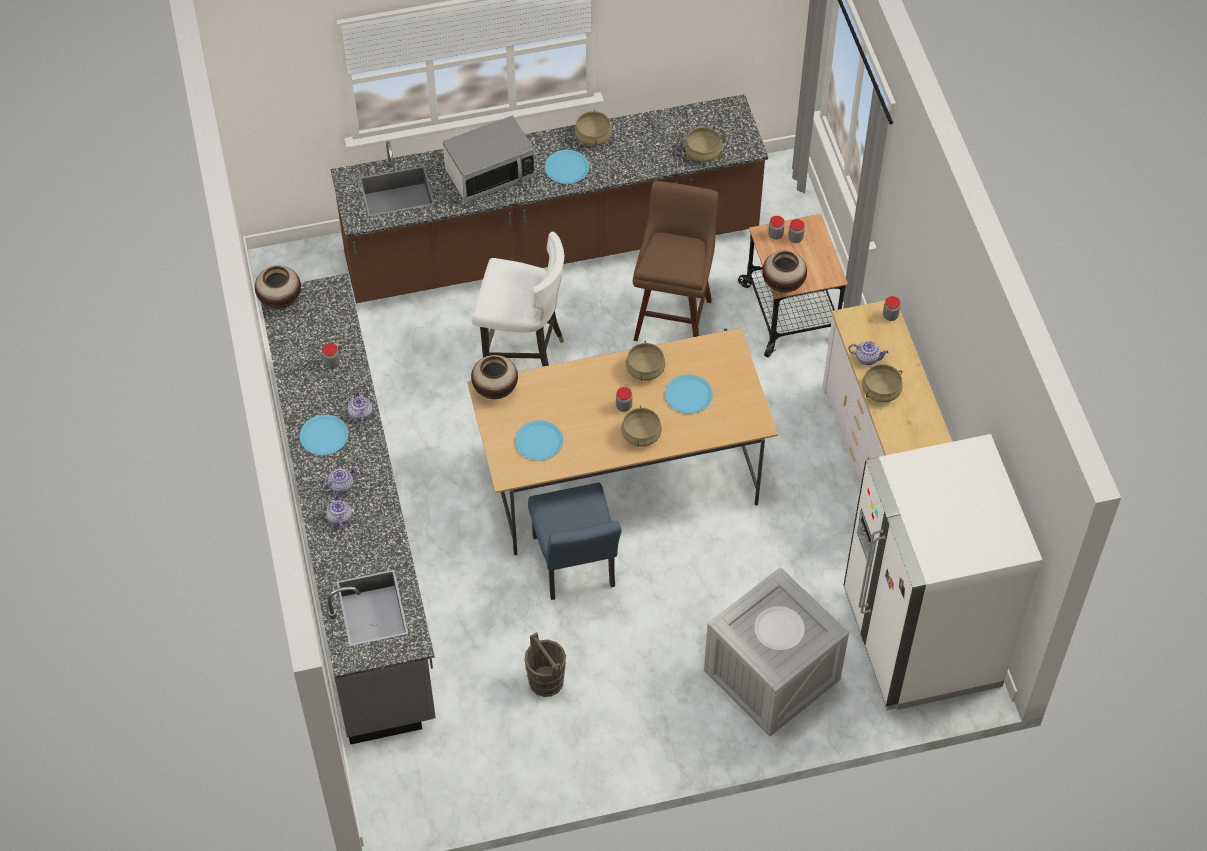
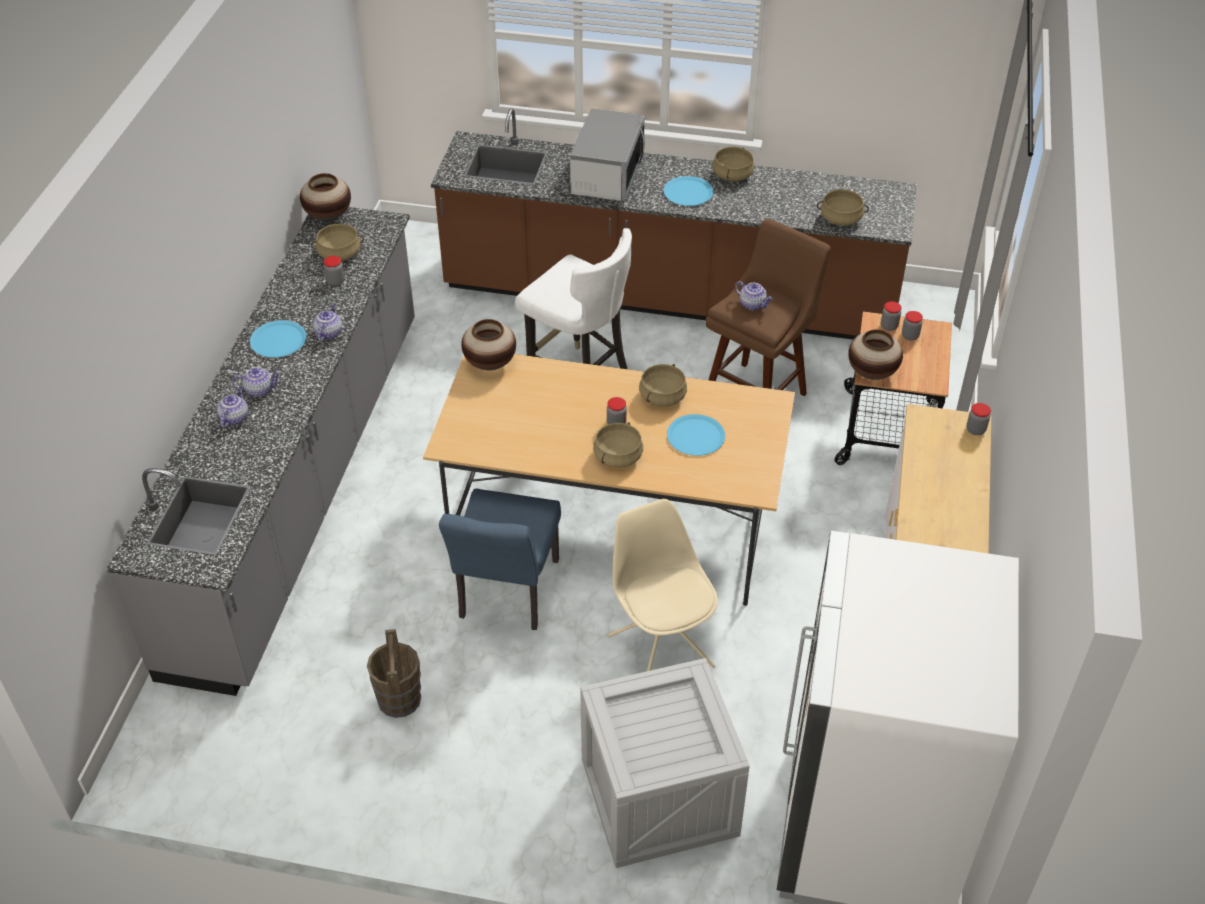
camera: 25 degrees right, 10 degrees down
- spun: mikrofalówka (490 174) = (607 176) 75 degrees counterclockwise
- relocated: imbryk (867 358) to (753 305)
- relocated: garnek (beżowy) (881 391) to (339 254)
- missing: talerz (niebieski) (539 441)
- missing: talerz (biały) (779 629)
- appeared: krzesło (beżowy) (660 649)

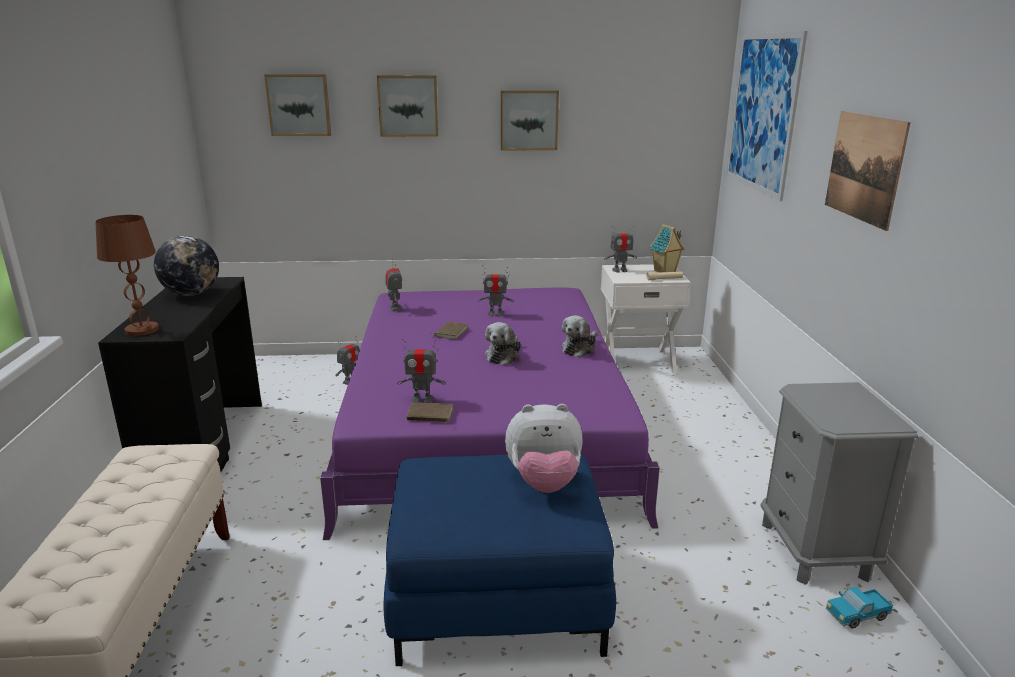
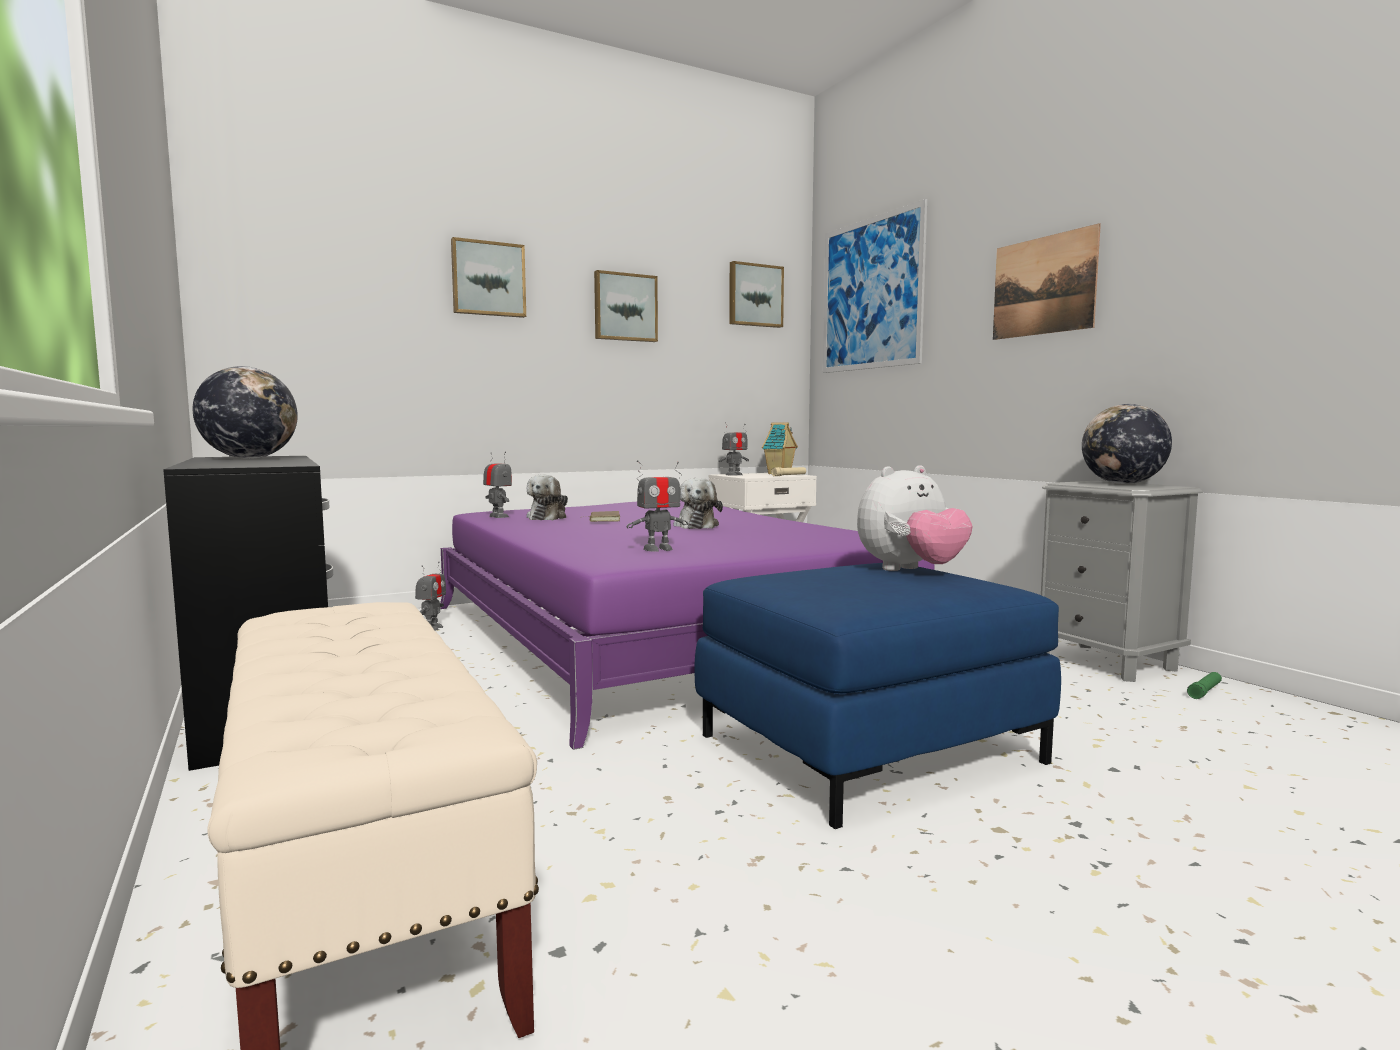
camera: 25 degrees left, 15 degrees down
- relocated: obraz (299 105) to (754 295)
- missing: lampa stołowa (brązowy) (142 330)
- missing: robot zabawkowy (495 314)
- relocated: pluszak (580 348) to (548 517)
- missing: książka (brązowy) (429 416)
- exchanged: ciężarówka zabawkowa (856 616) to latarka (zielony) (1205 691)
- appeared: globus (1123 484)

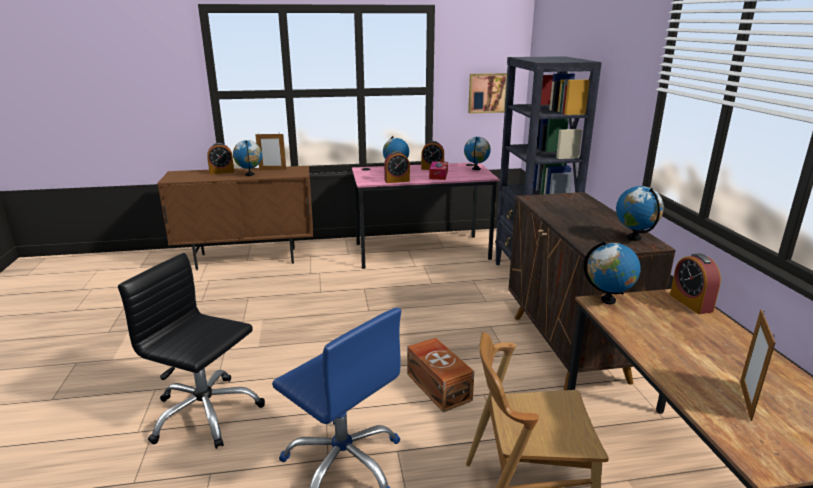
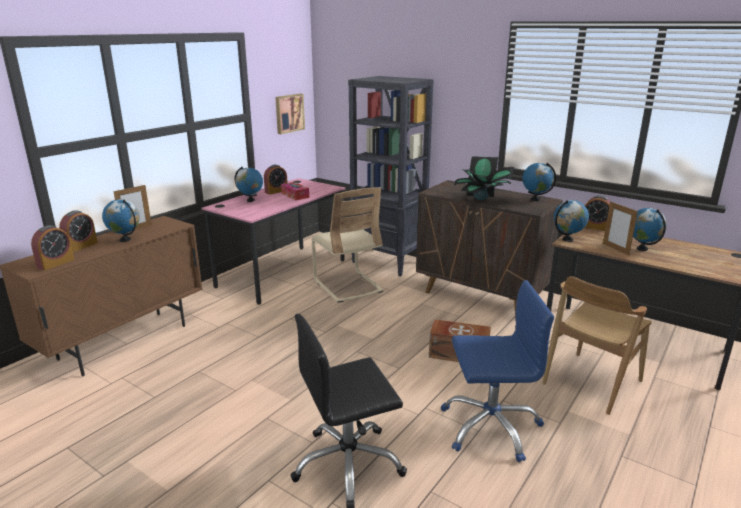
camera: 45 degrees left, 0 degrees up
- relocated: globus (476 169) to (642 249)
- relocated: budzik (397 181) to (55 263)
- relocated: ramka na zdjęcie (745 400) to (615 249)
- appeared: roślina doniczkowa (481 198)
- appeared: krzesło (beżowy) (347 285)

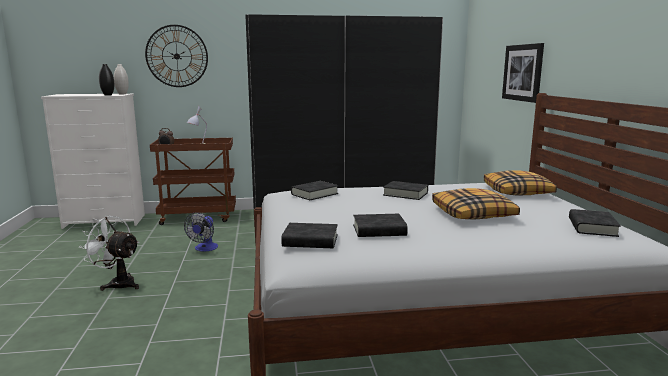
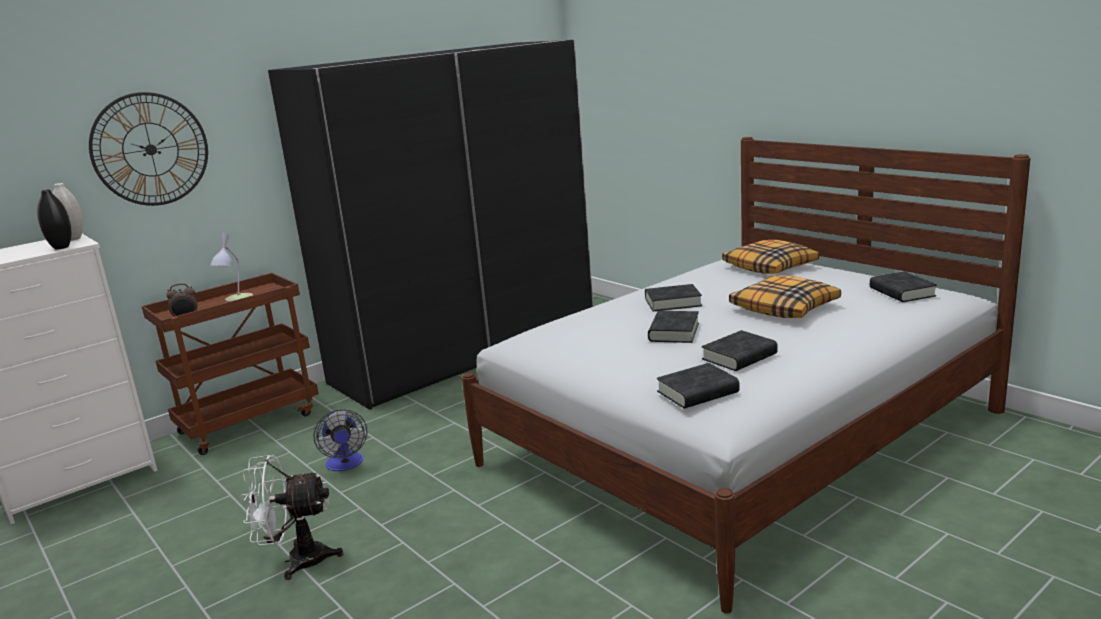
camera: 30 degrees left, 5 degrees up
- missing: obraz (523 72)
- relocated: książka (czarny) (314 194) to (674 332)

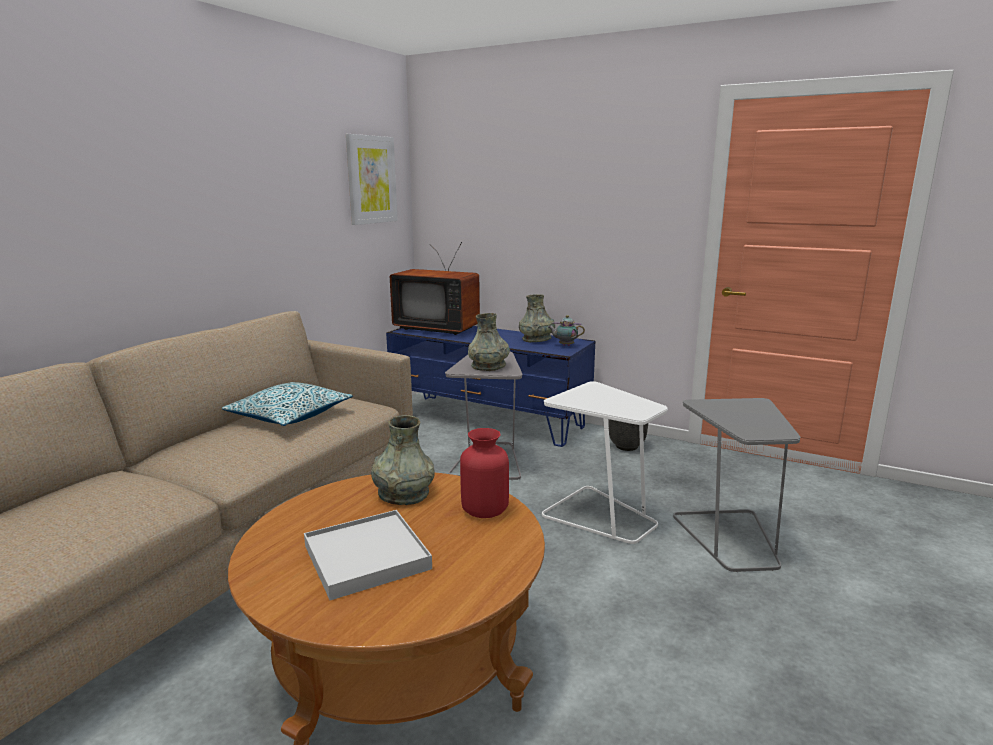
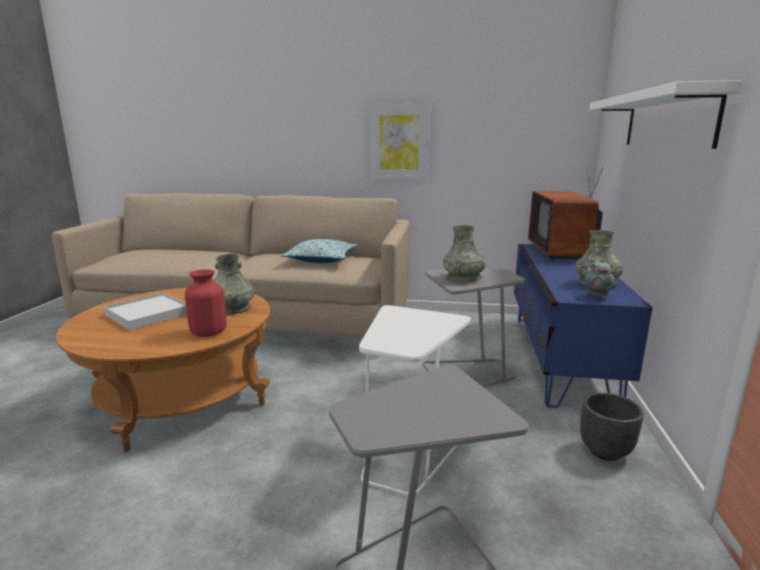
camera: 70 degrees right, 0 degrees up
- relocated: obraz (371 180) to (399 142)
- appeared: półka (biały) (667 120)

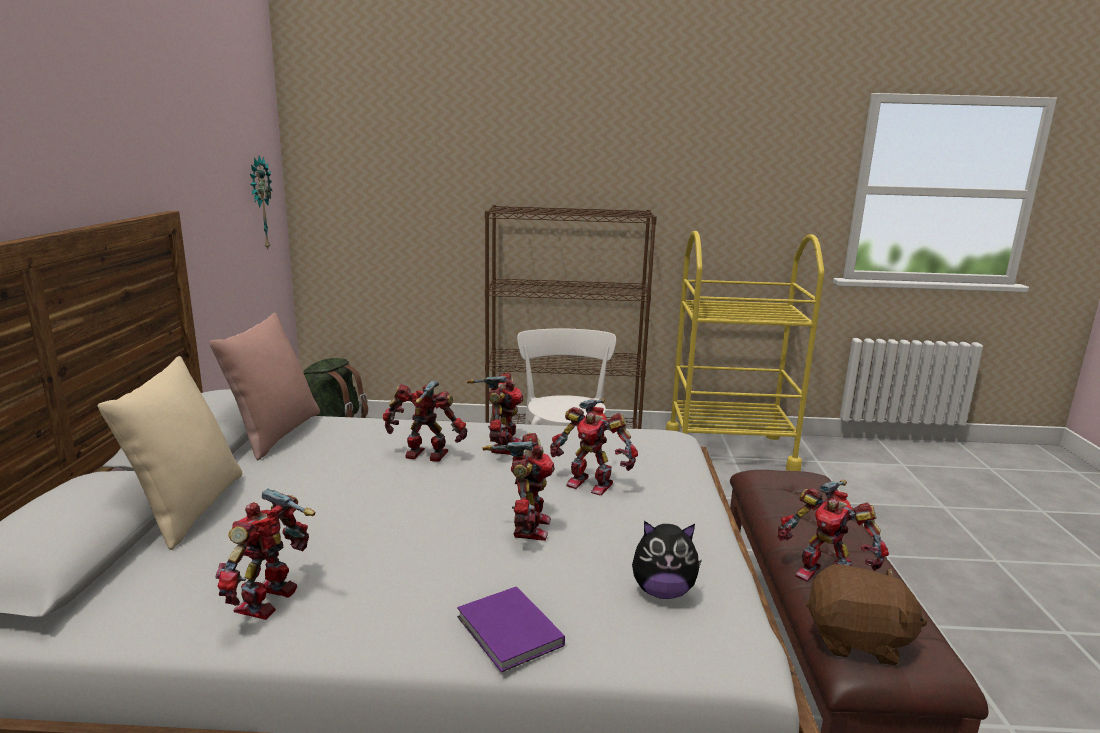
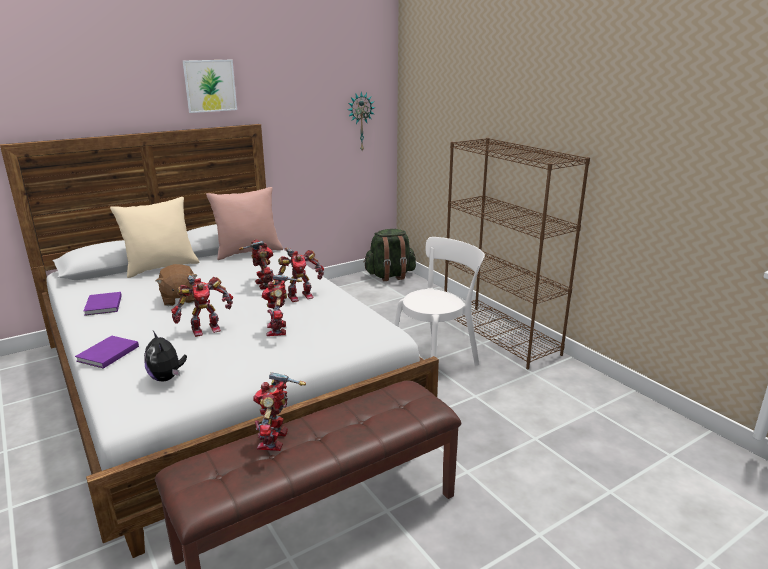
camera: 55 degrees right, 5 degrees up
- missing: wózek (żółty) (729 450)
- exchanged: robot zabawkowy (271 601) to książka (fioletowy) (102 306)
- relocated: pluszak (brązowy) (857 640) to (179 299)
- appeared: obraz (210 86)

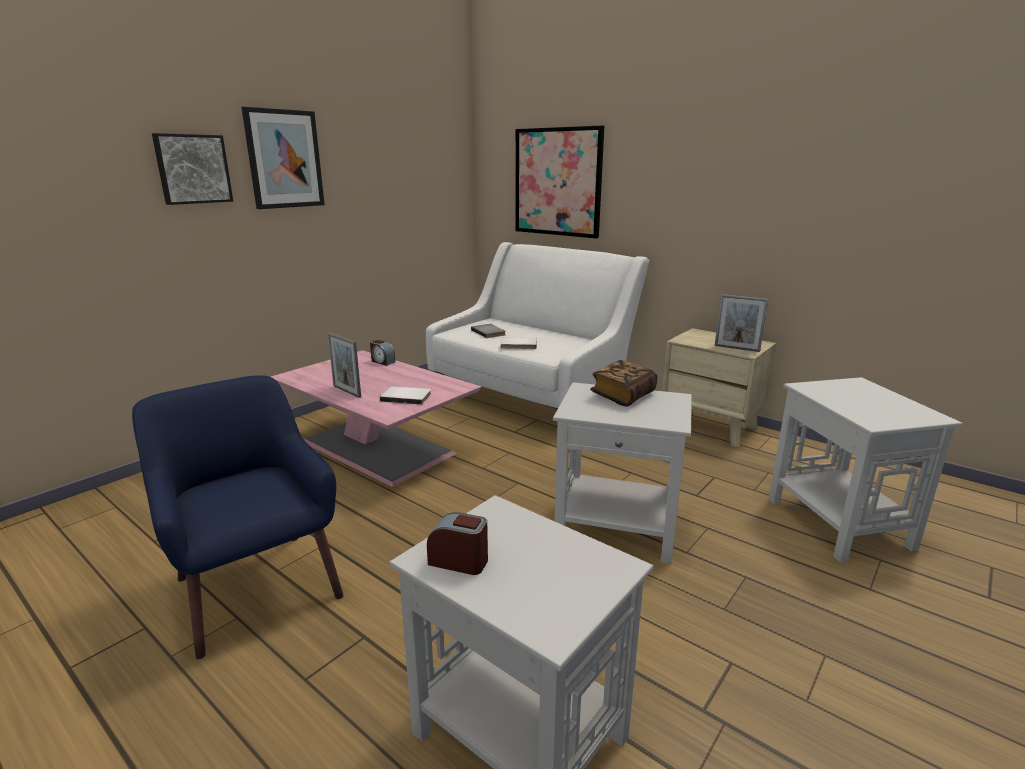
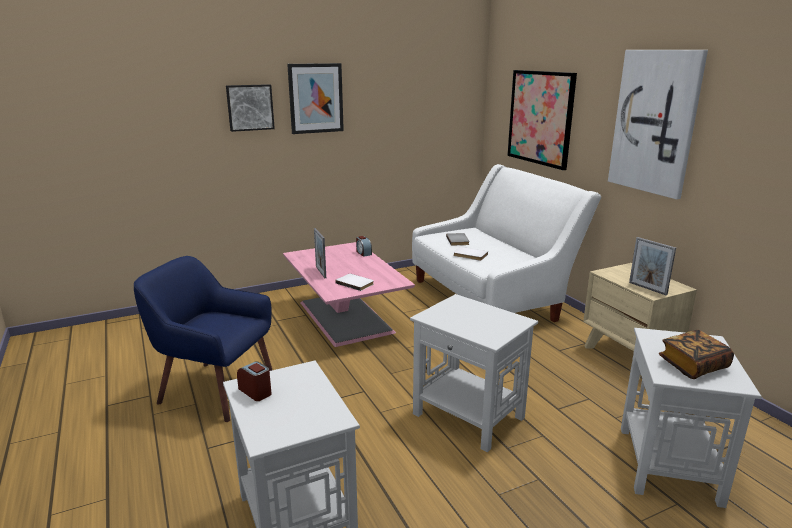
camera: 25 degrees right, 0 degrees up
- relocated: książka (623 395) to (693 365)
- spun: fotel (niebieski) (255 587) = (215 389) 60 degrees counterclockwise
- appeared: obraz (655 122)

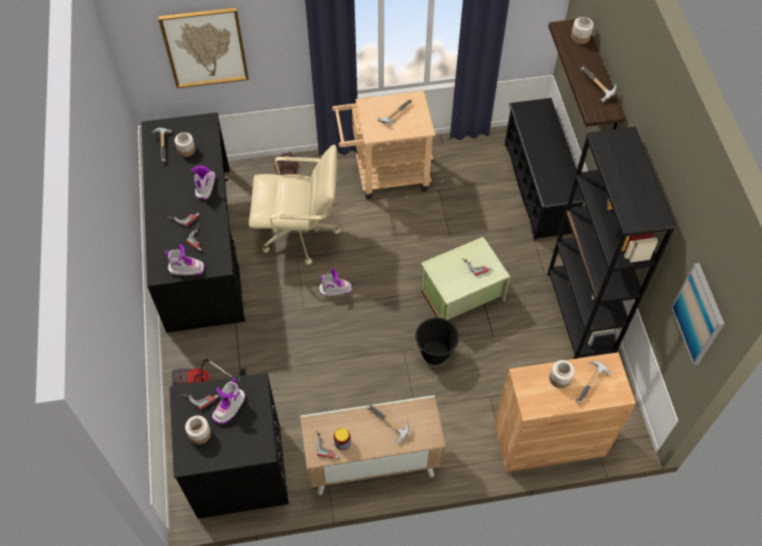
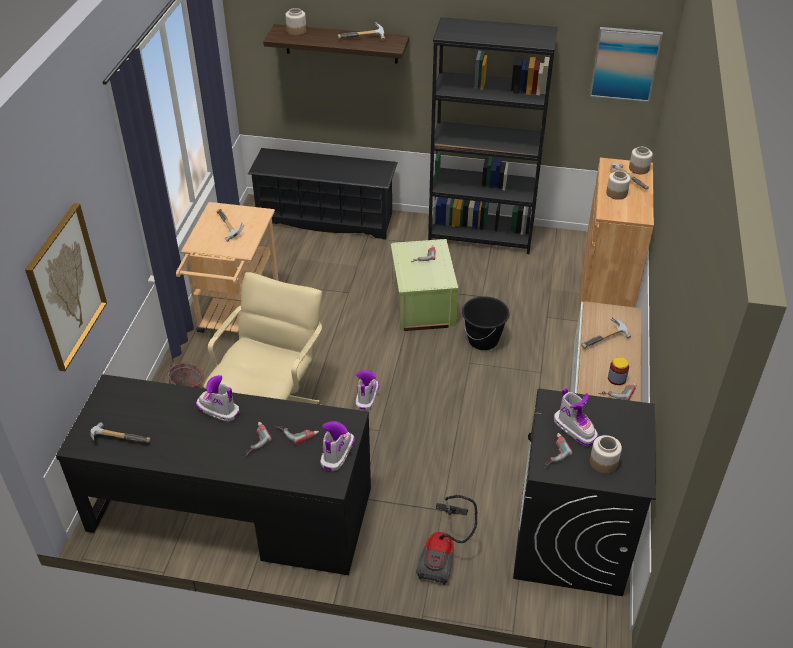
camera: 70 degrees left, 15 degrees down
- relocated: słoik (186 150) to (639 168)

